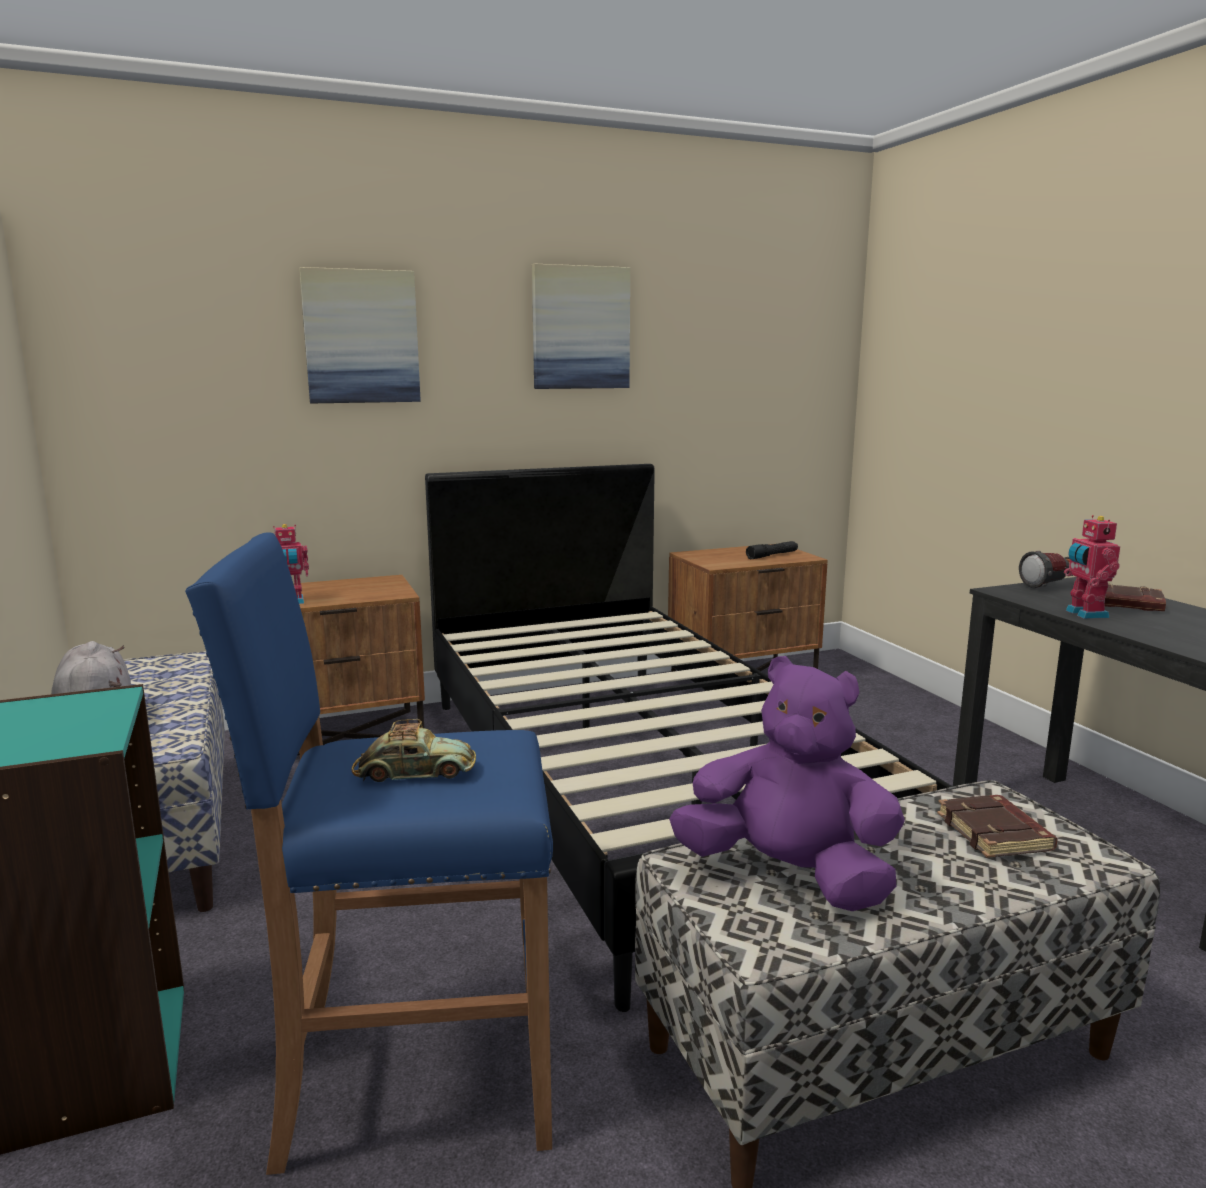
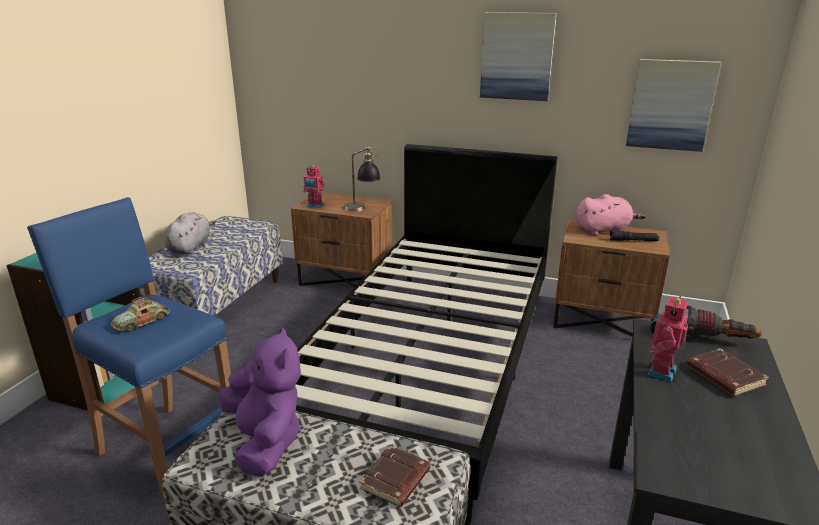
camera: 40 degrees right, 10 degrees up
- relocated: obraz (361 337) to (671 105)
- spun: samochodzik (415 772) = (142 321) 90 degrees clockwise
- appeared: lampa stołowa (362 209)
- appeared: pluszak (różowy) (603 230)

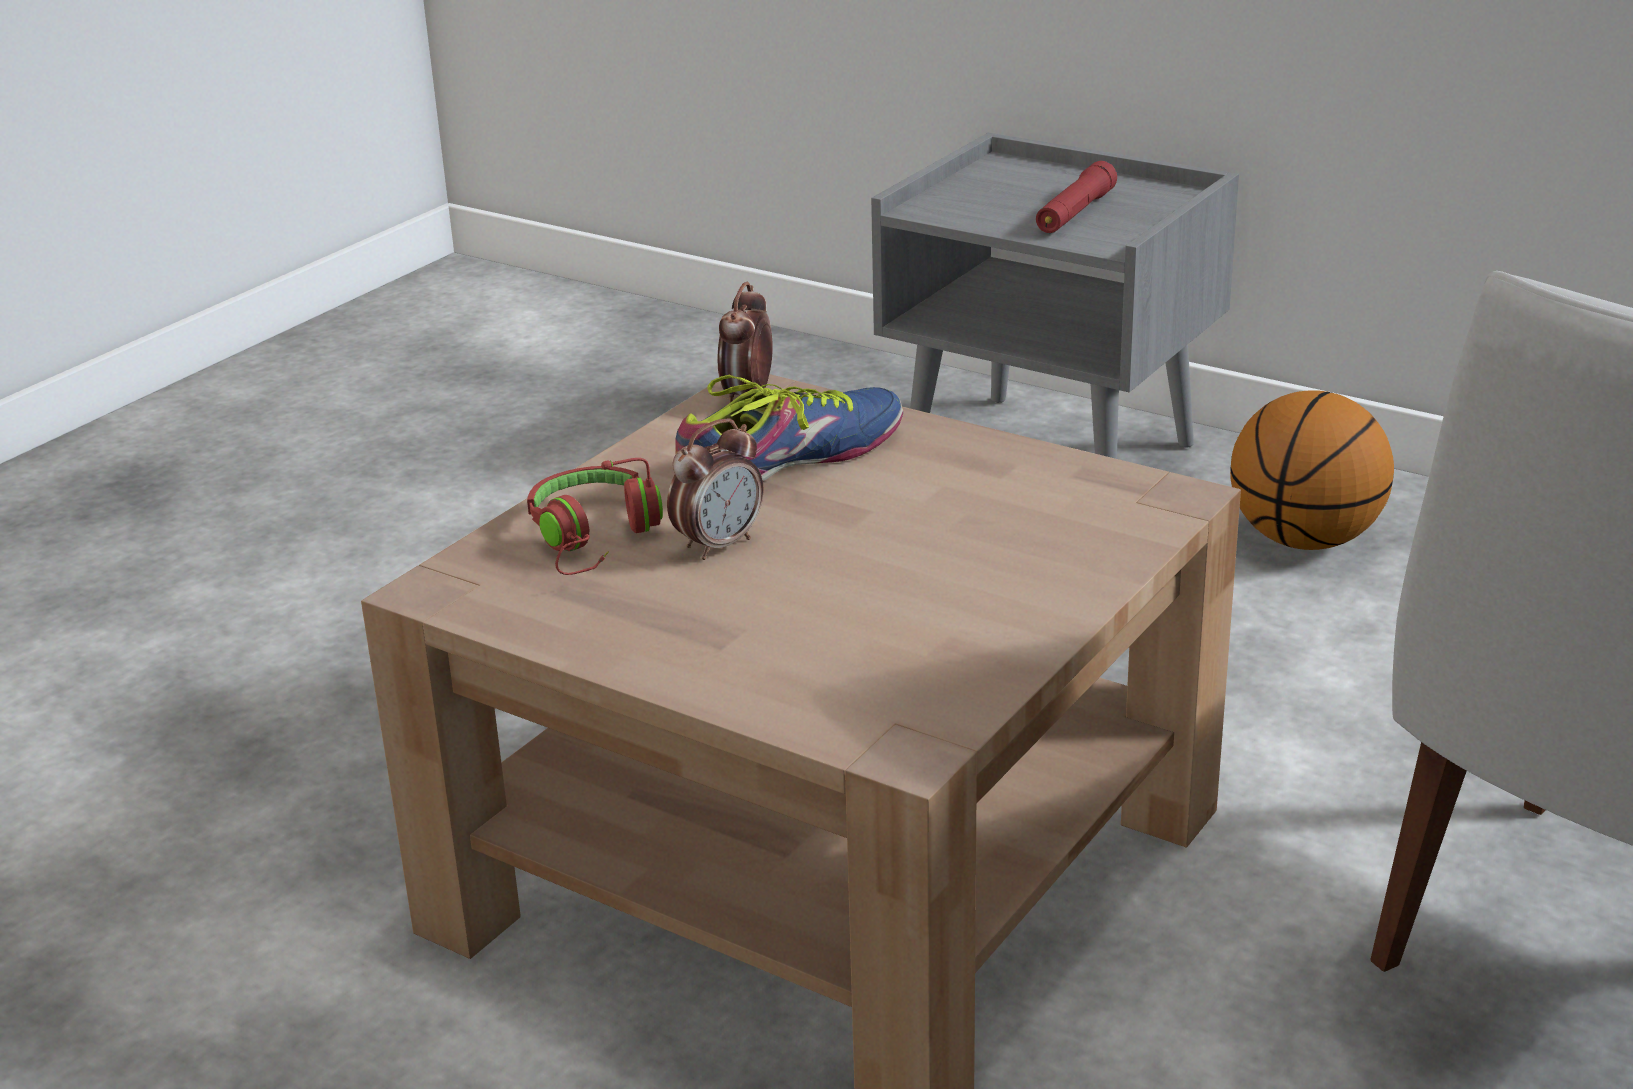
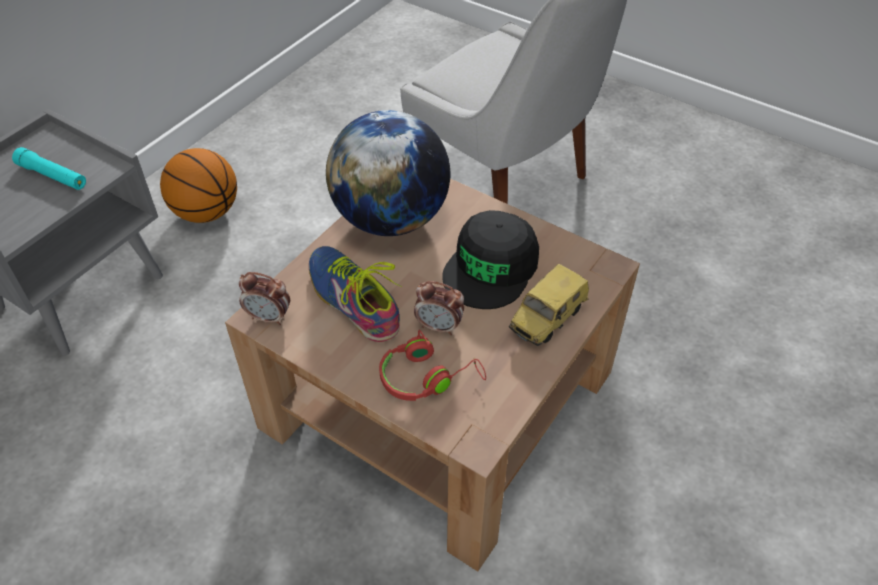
camera: 90 degrees left, 20 degrees up
- colour: latarka (czerwony) (1075 213) to latarka (turkusowy) (53 176)
- spun: budzik (719 545) = (439 326) 150 degrees clockwise
- appeared: globus (391 219)
- appeared: czapka z daszkiem (czarny) (491 268)
- appeared: samochodzik (548 321)

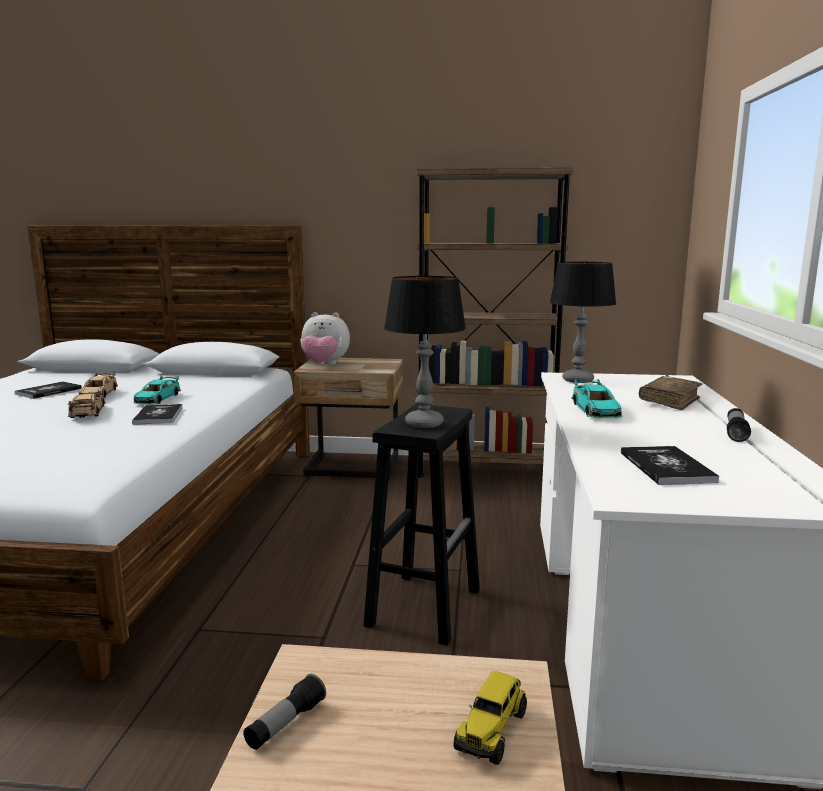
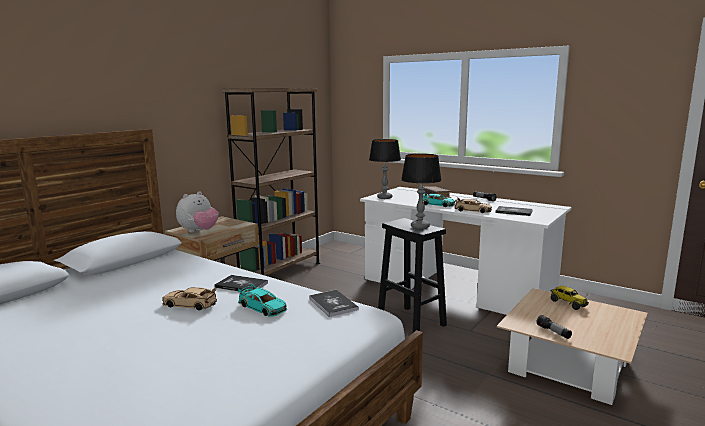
camera: 60 degrees left, 0 degrees up
- relocated: samochodzik (beżowy) (98 394) to (472 210)
- relocated: samochodzik (turkusowy) (157 399) to (262 308)
- relocated: książka (48 391) to (333 304)

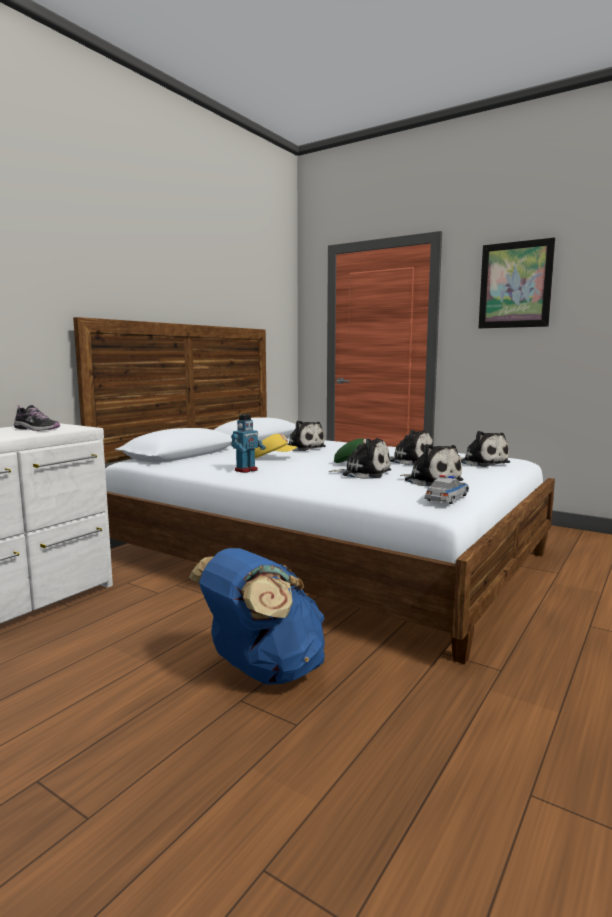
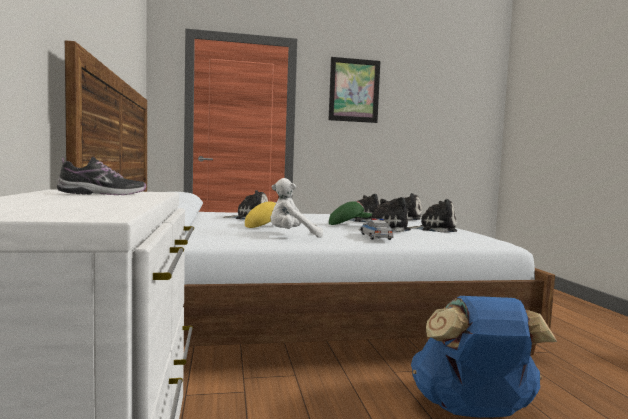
camera: 45 degrees left, 5 degrees down
- exchanged: robot zabawkowy (246 470) to pluszak (biały) (292 236)
- relocated: samochodzik (447 498) to (376 237)

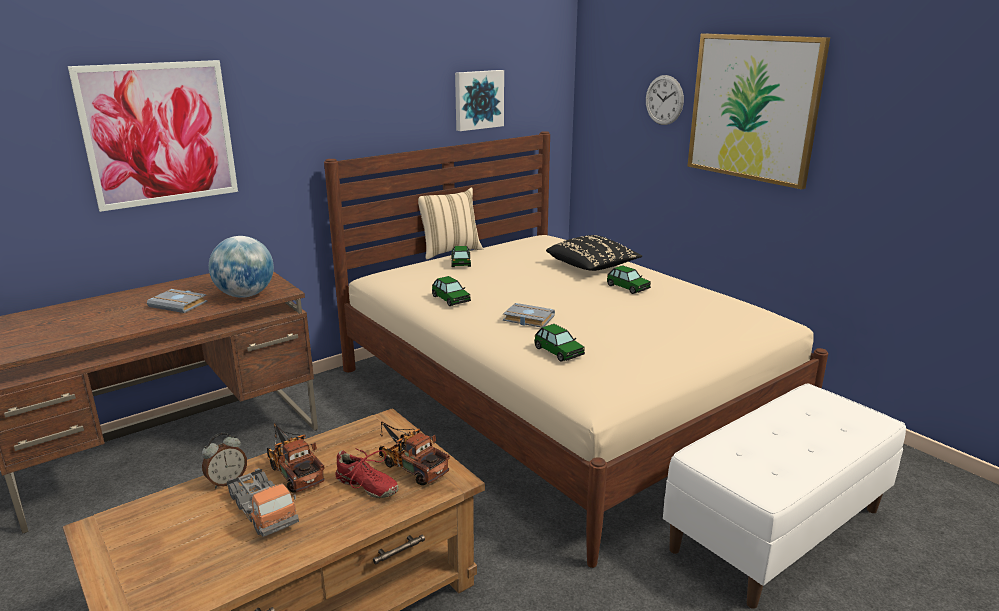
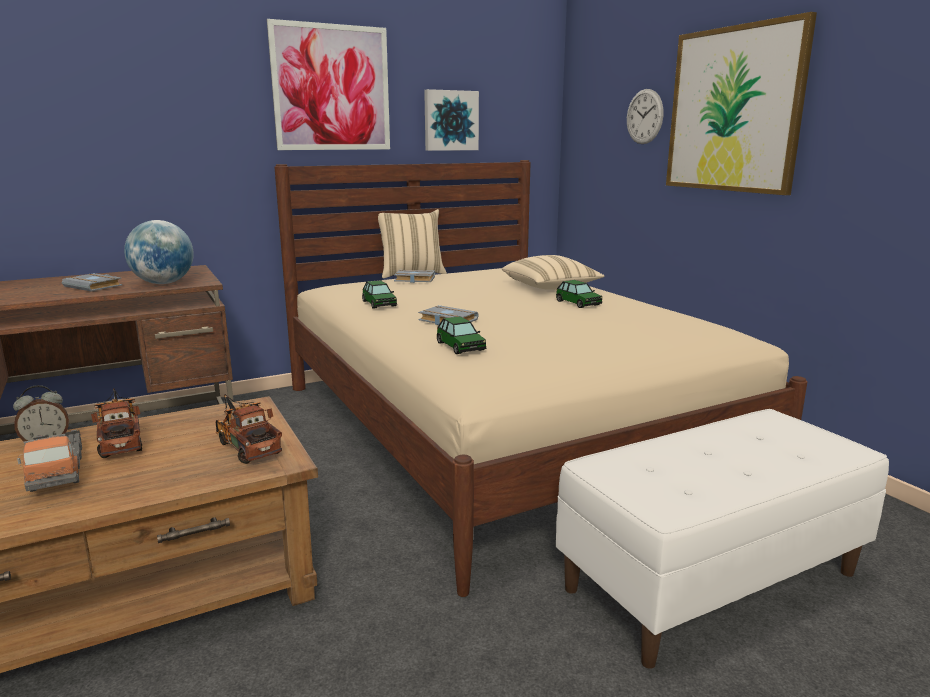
camera: 10 degrees right, 5 degrees down
- relocated: obraz (159 134) to (331 88)
- colour: poduszka (czarny) (592 267) to poduszka (beżowy) (550 288)
- exchanged: samochodzik (461 262) to książka (szary) (413 280)
- missing: but (czerwony) (366 486)

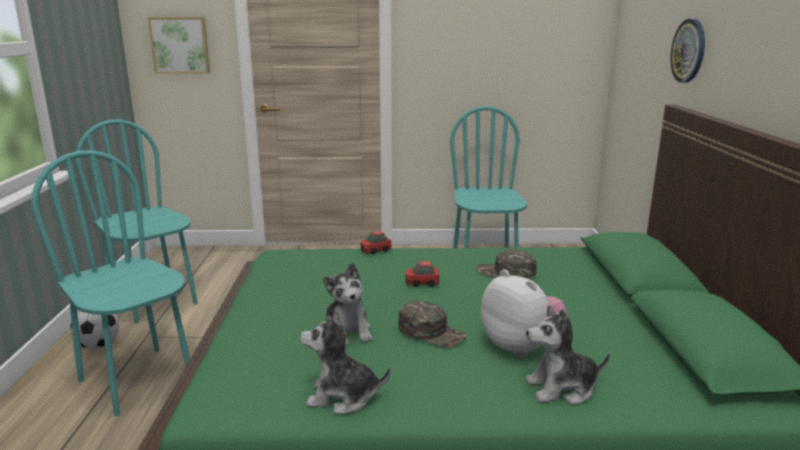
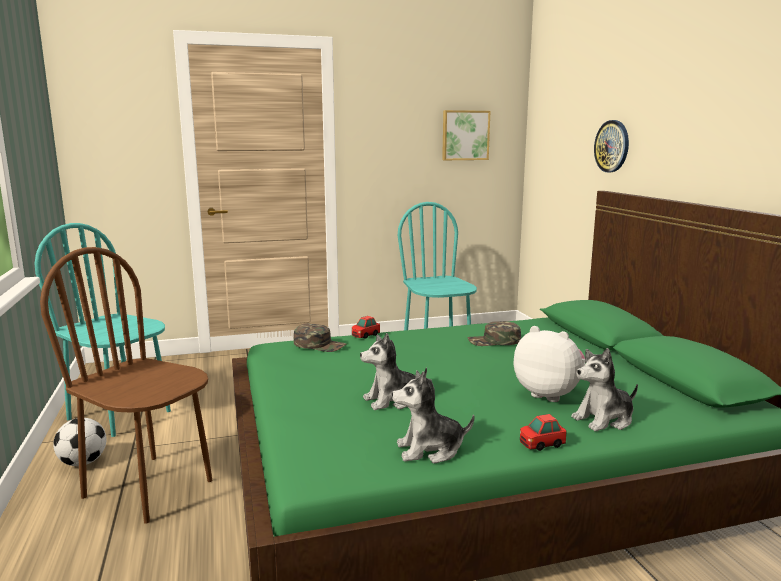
camera: 15 degrees left, 5 degrees down
- relocated: obraz (180 45) to (465 135)
- colour: krzesło (turkusowy) (137 380) to krzesło (brązowy) (149 488)
- relocated: samochodzik (422 283) to (541 444)
- spun: pluszak (347 331) = (392 400) 105 degrees clockwise
- relocated: czapka z daszkiem (zielony) (431 332) to (319 345)

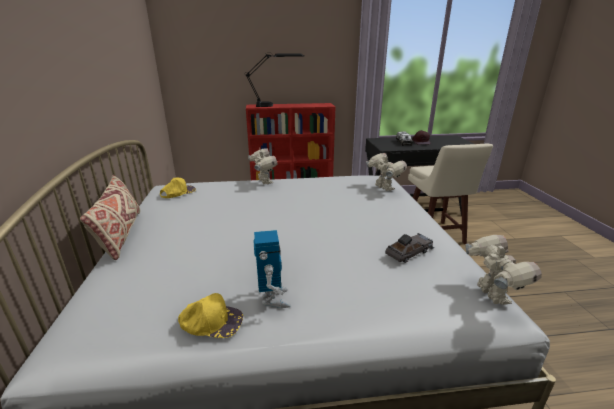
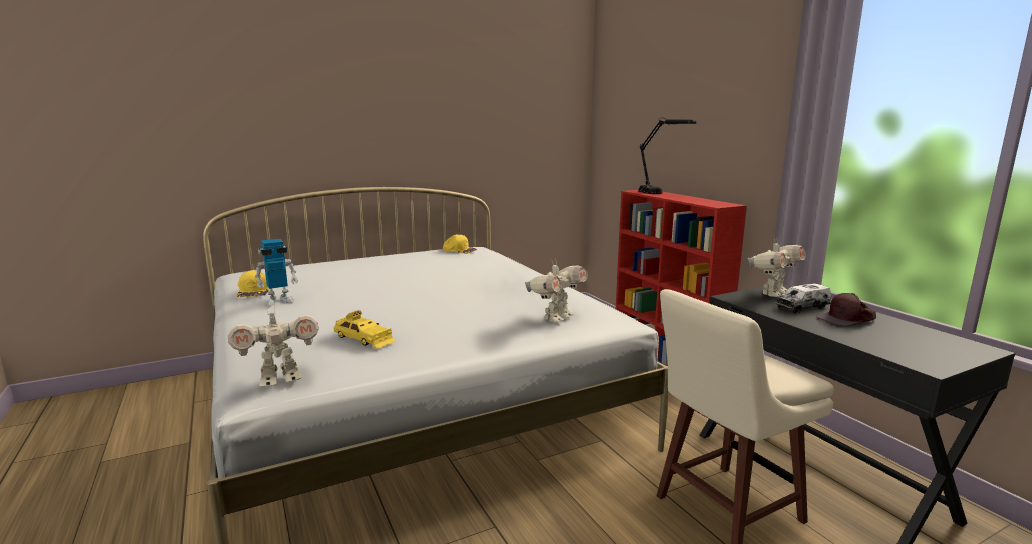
camera: 70 degrees right, 10 degrees down
- relocated: robot zabawkowy (264 182) to (772 293)
- missing: poduszka (beżowy) (120 235)
- colour: samochodzik (szary) (410 252) to samochodzik (żółty) (364 338)

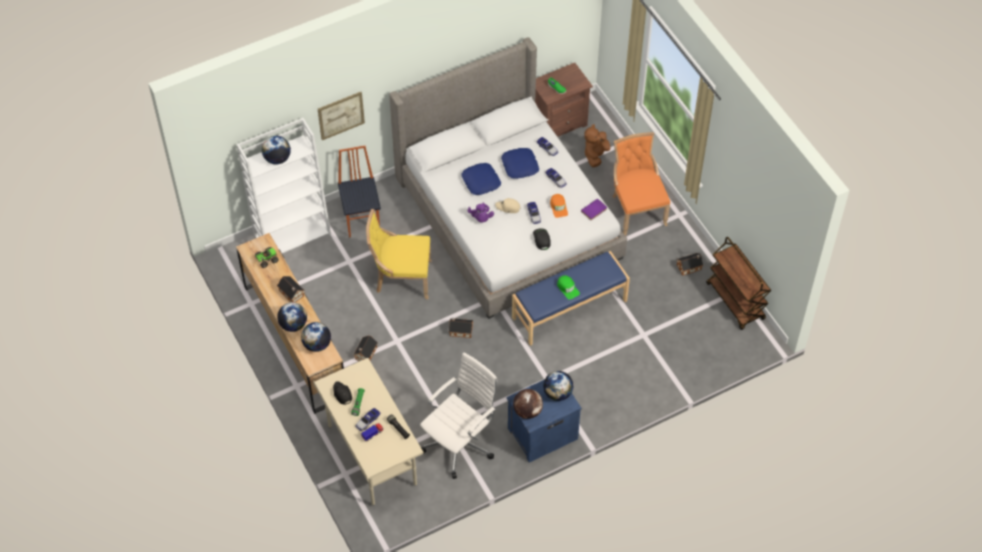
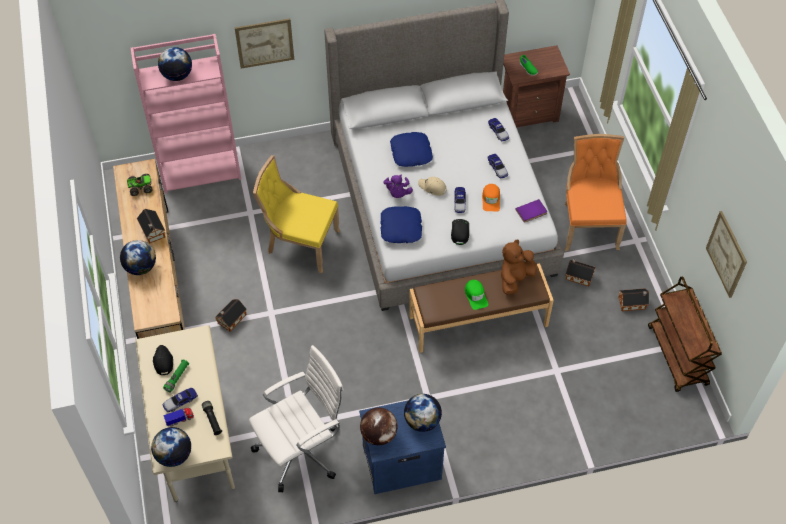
camera: 15 degrees right, 0 degrees up
- colour: regał (biały) (292 233) to regał (różowy) (201 170)
- relocated: pluszak (brązowy) (595 155) to (515 278)
- missing: krzesło (362 220)
- relocated: poduszka (niebieski) (520 166) to (401 228)
- colour: ławka (niebieski) (569 309) to ławka (brązowy) (478 320)
- relocated: domek (460 330) to (578 276)
- relocated: globus (317 344) to (174 455)
- appeared: obraz (726 254)

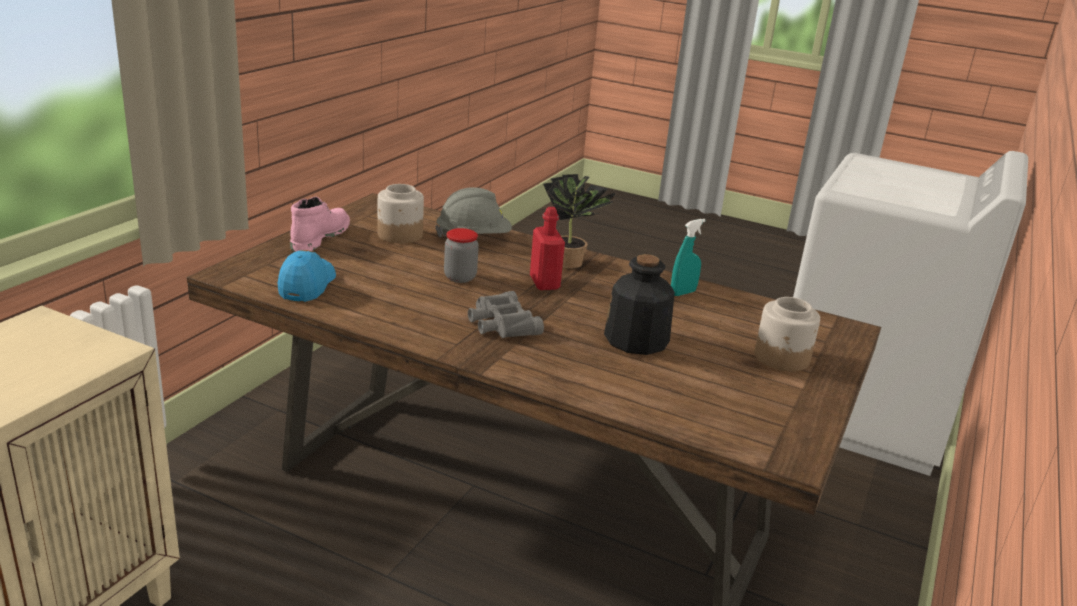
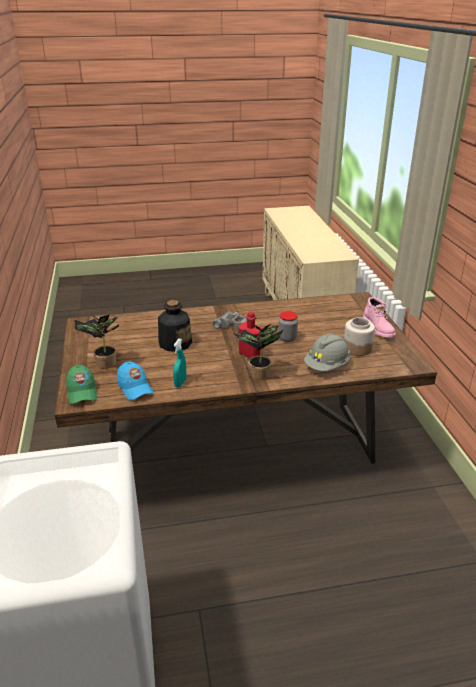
camera: 145 degrees right, 5 degrees up
- relocated: czapka z daszkiem (niebieski) (307 285) to (135 388)
- exchanged: słoik (782 358) to roślina doniczkowa (103 364)
- appeared: czapka z daszkiem (zielony) (82 392)

